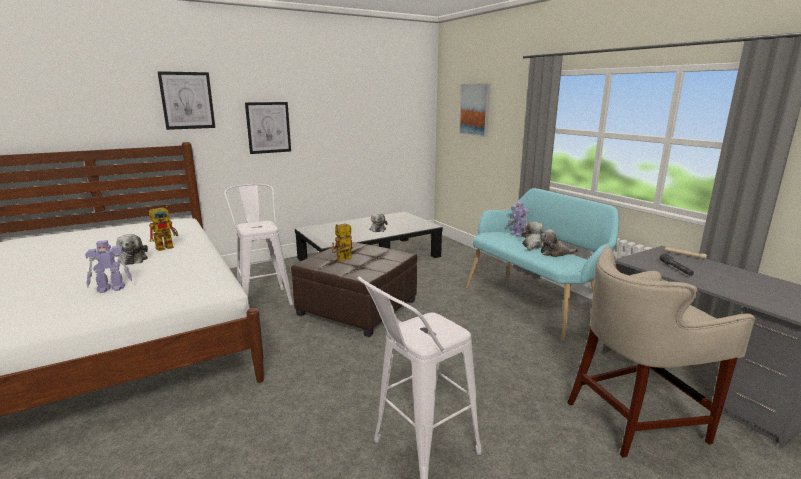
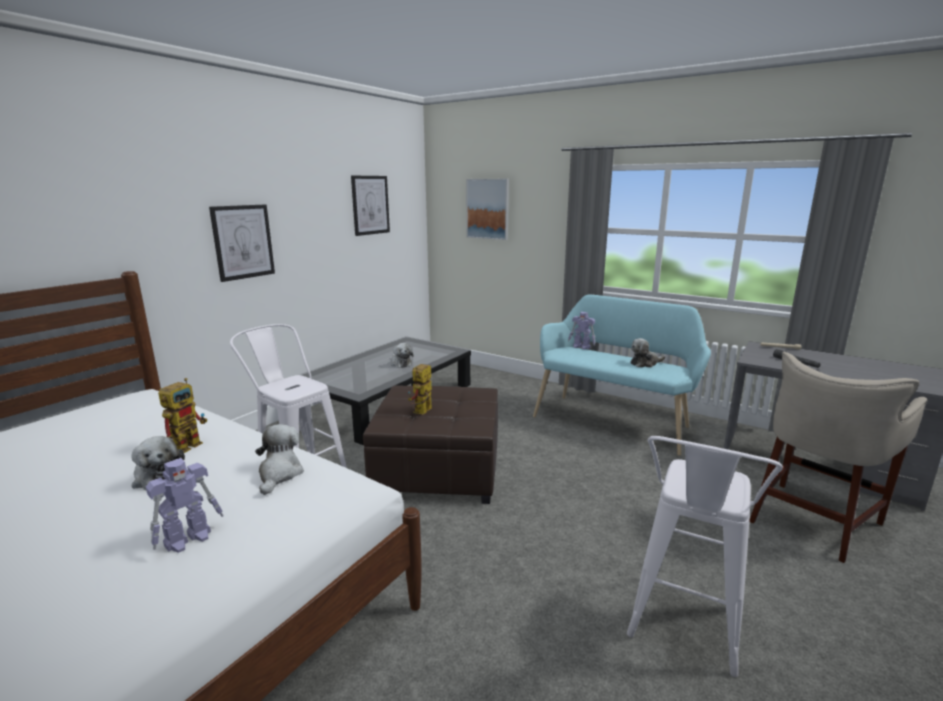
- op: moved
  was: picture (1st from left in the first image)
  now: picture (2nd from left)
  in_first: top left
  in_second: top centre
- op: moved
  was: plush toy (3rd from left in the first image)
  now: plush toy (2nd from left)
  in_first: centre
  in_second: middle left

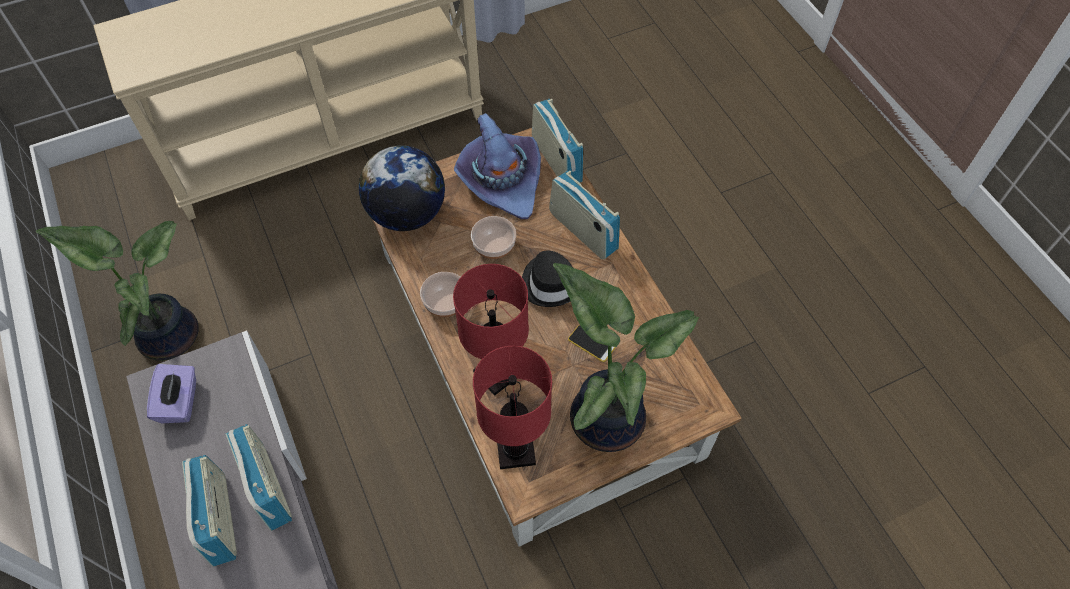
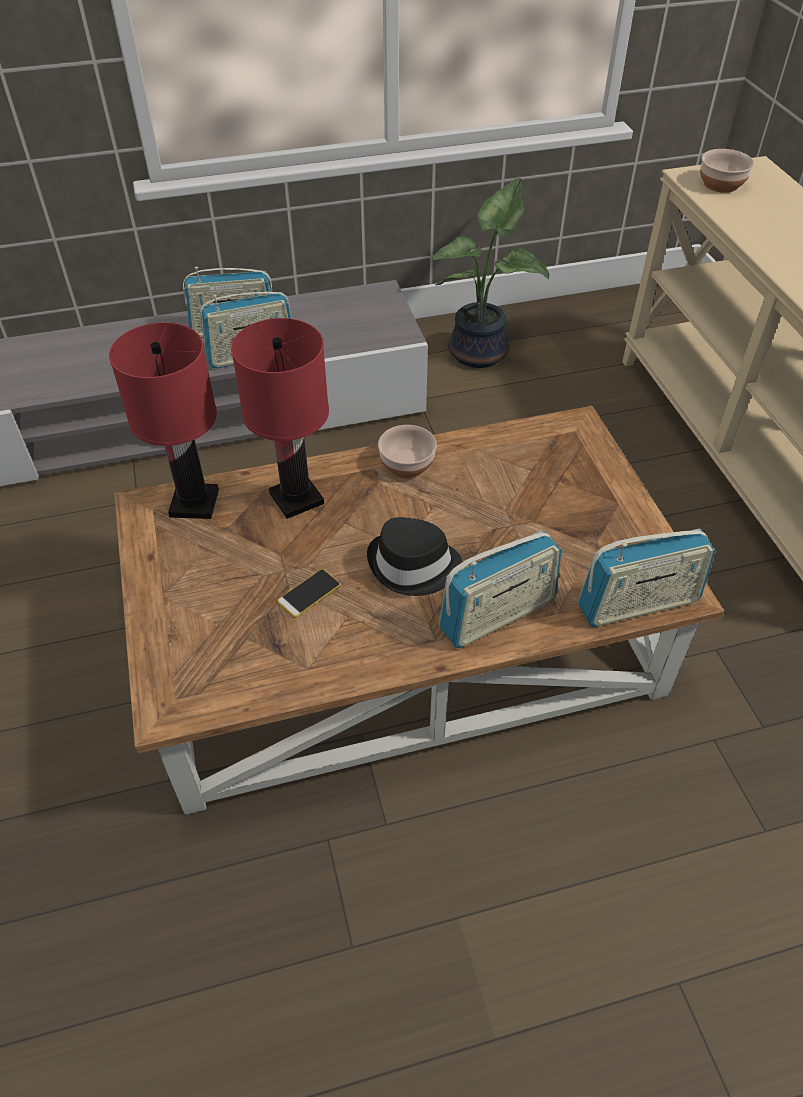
- op: removed
  was: purple tissue box
  in_first: bottom left
- op: removed
  was: globe
  in_first: top centre
- op: removed
  was: purple hat
  in_first: top centre
- op: moved
  was: bowl (2nd from left)
  in_first: centre
  in_second: top right
- op: removed
  was: potted plant (2nd from left)
  in_first: centre

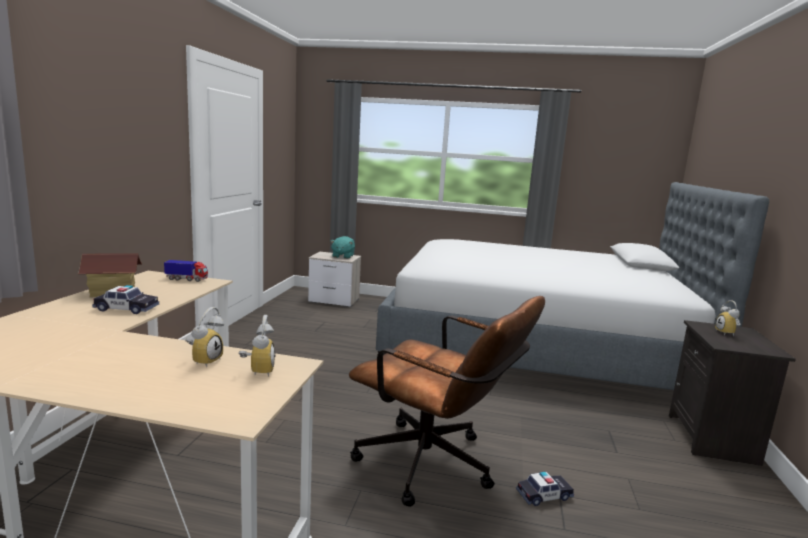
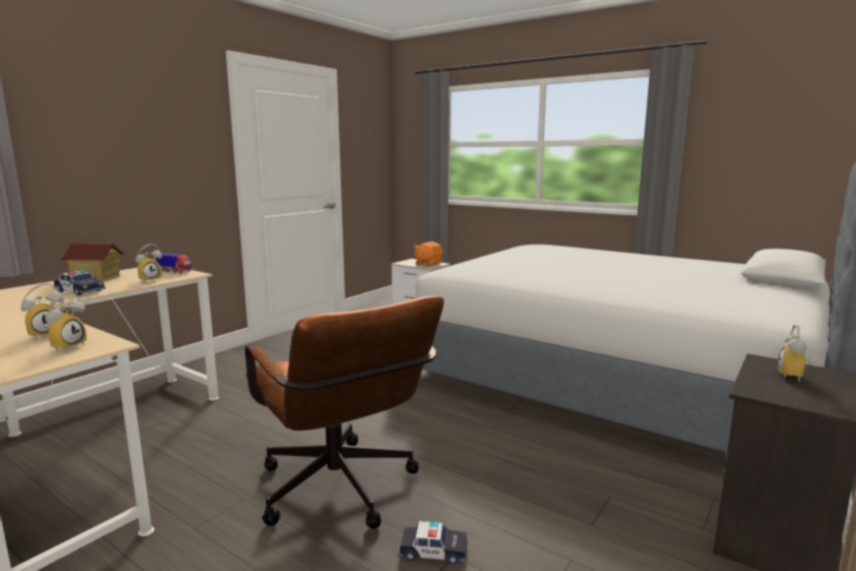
- op: recoloured
  was: turquoise plush toy
  now: orange plush toy
  in_first: centre
  in_second: centre
- op: added
  now: alarm clock (3rd from left)
  in_second: middle left

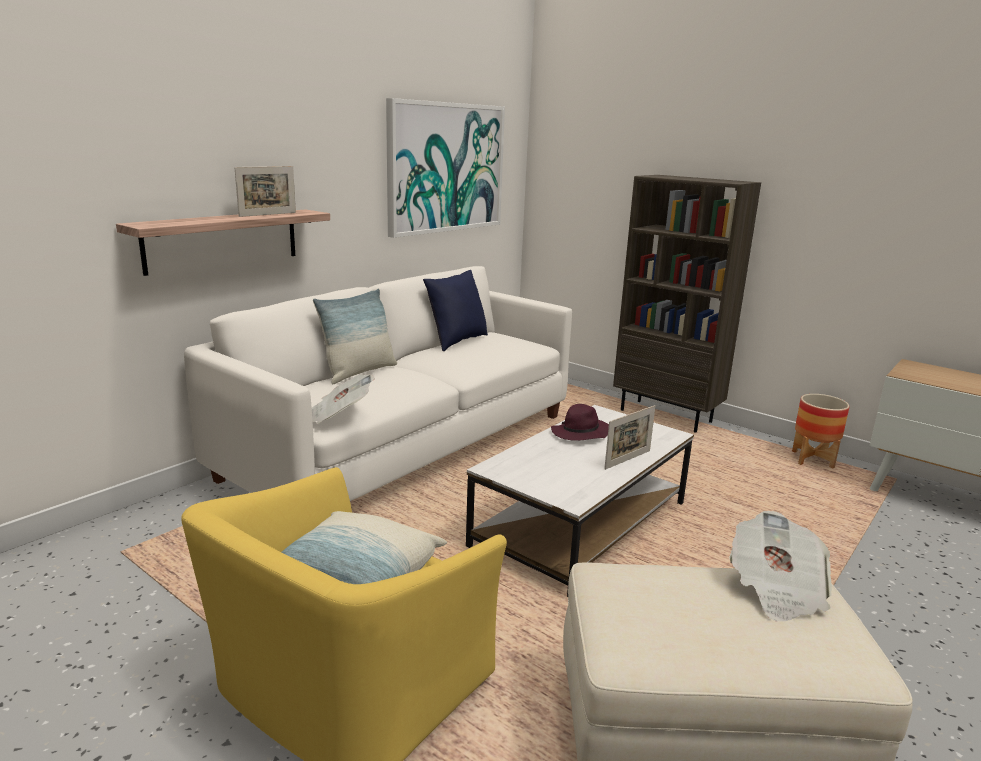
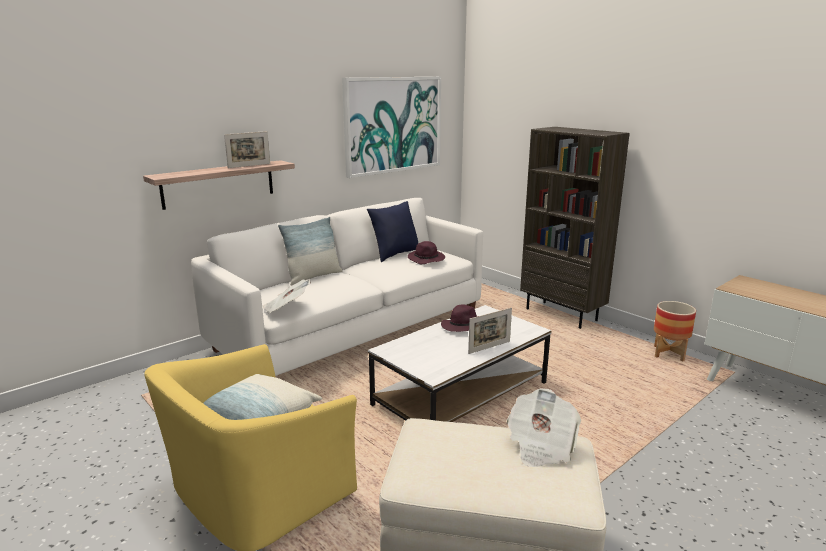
- op: added
  now: purple hat (1st from left)
  in_second: centre

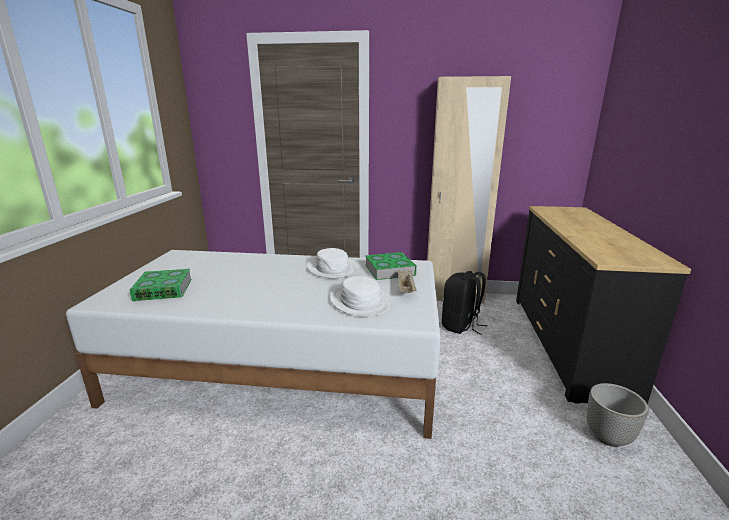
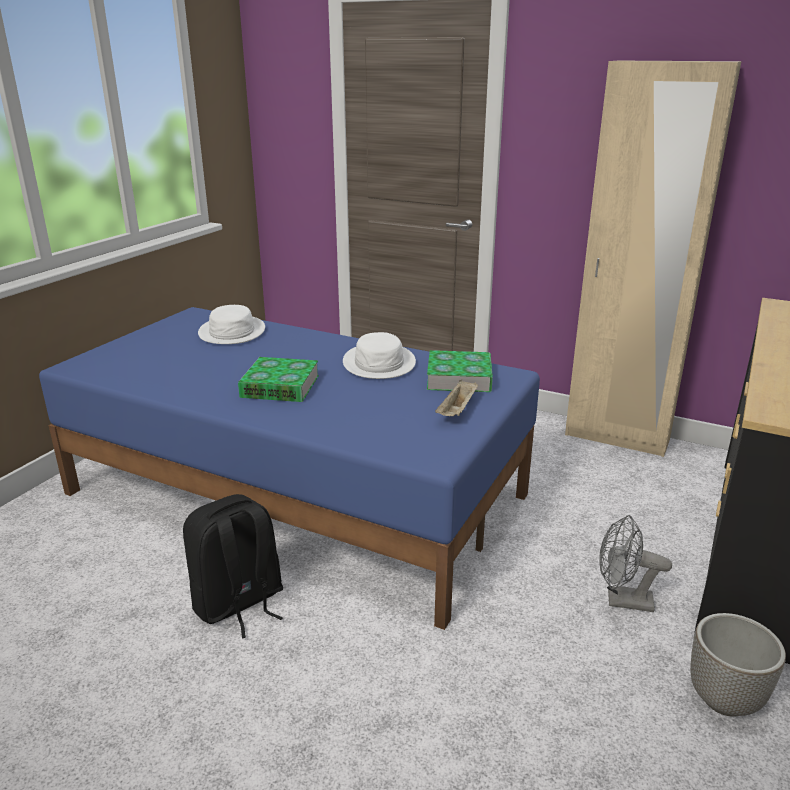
- op: recoloured
  was: white bed
  now: blue bed
  in_first: centre
  in_second: centre
- op: moved
  was: book (1st from left)
  in_first: middle left
  in_second: centre
- op: moved
  was: white hat (2nd from left in the first image)
  now: white hat (1st from left)
  in_first: centre
  in_second: middle left
- op: moved
  was: black backpack
  in_first: centre
  in_second: bottom left
- op: added
  now: grey fan
  in_second: bottom right

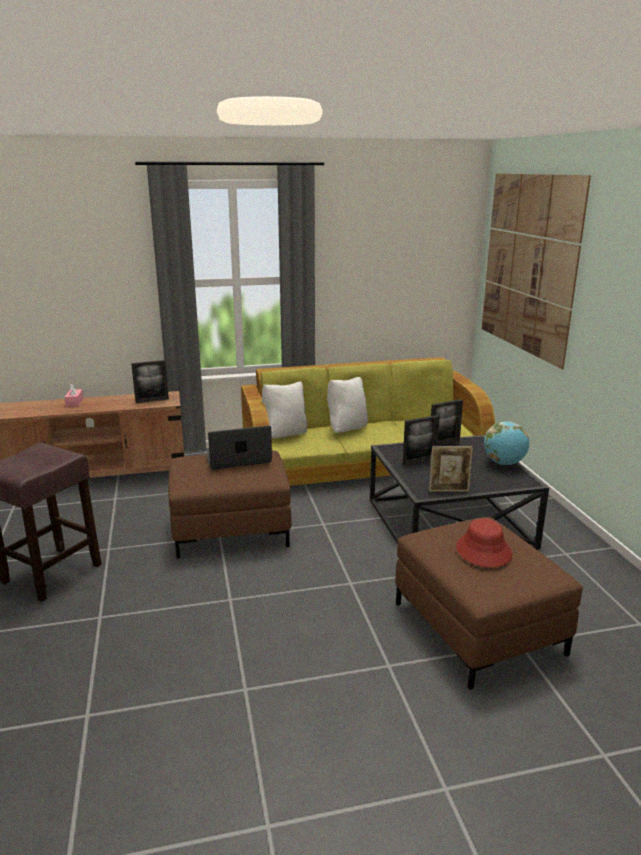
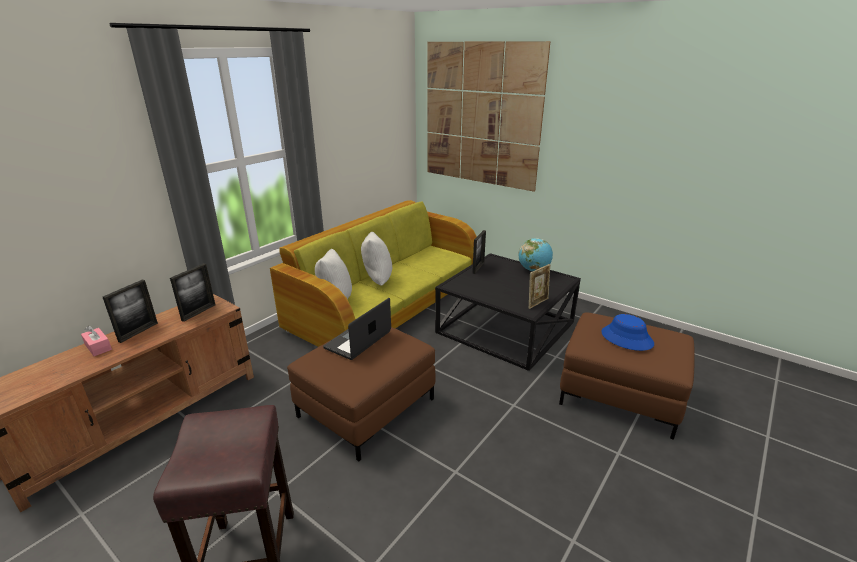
- op: moved
  was: picture frame (2nd from left in the first image)
  now: picture frame (1st from left)
  in_first: centre
  in_second: middle left
- op: recoloured
  was: red hat
  now: blue hat
  in_first: middle right
  in_second: middle right

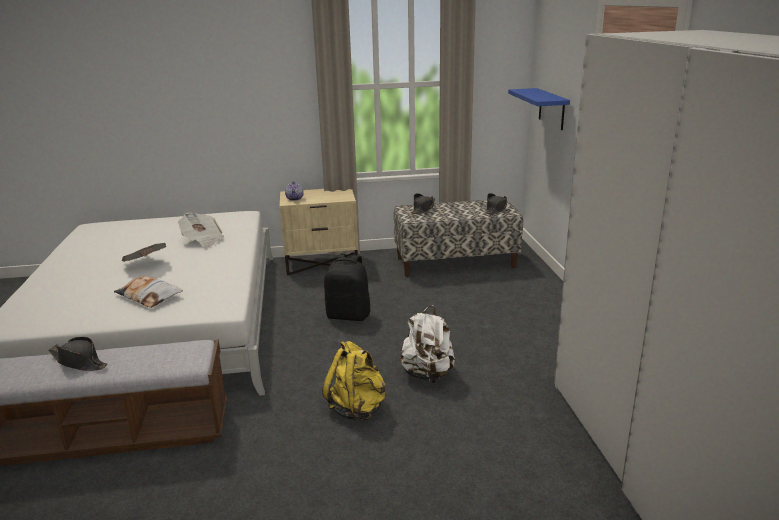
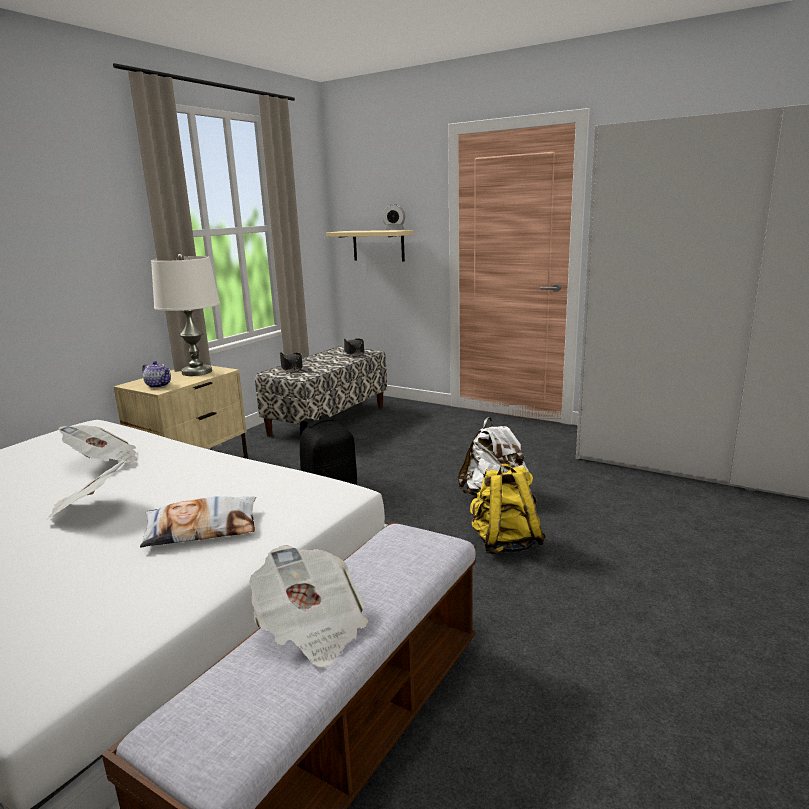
- op: replaced
  was: black hat (1st from left)
  now: newspaper (3rd from left)
  in_first: bottom left
  in_second: bottom centre
- op: recoloured
  was: blue shelf
  now: beige shelf
  in_first: top right
  in_second: top centre
- op: added
  now: white table lamp
  in_second: middle left
- op: added
  now: alarm clock
  in_second: top centre

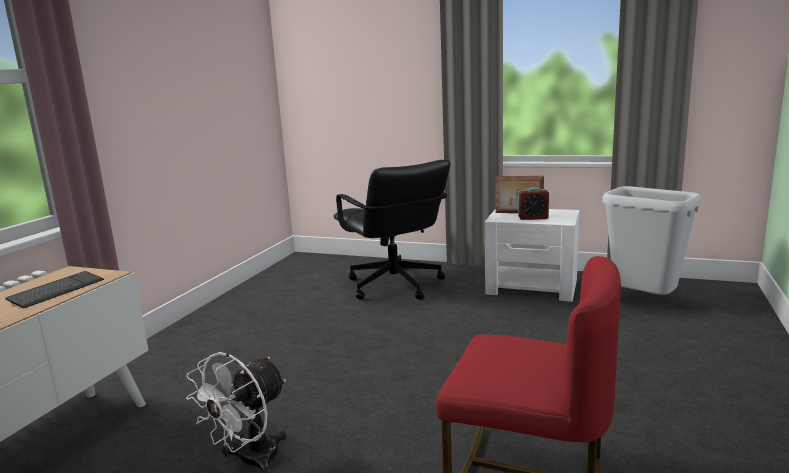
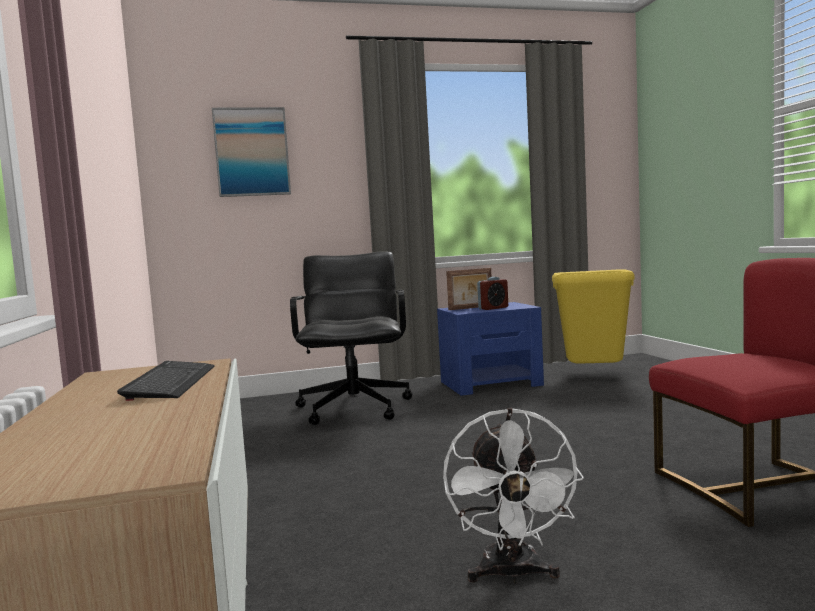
- op: turned
  was: black office chair
  in_first: centre
  in_second: centre
  clockwise: -120
- op: recoloured
  was: white nightstand
  now: blue nightstand
  in_first: middle right
  in_second: centre
- op: recoloured
  was: grey trash can
  now: yellow trash can
  in_first: middle right
  in_second: middle right
- op: added
  now: picture
  in_second: top left

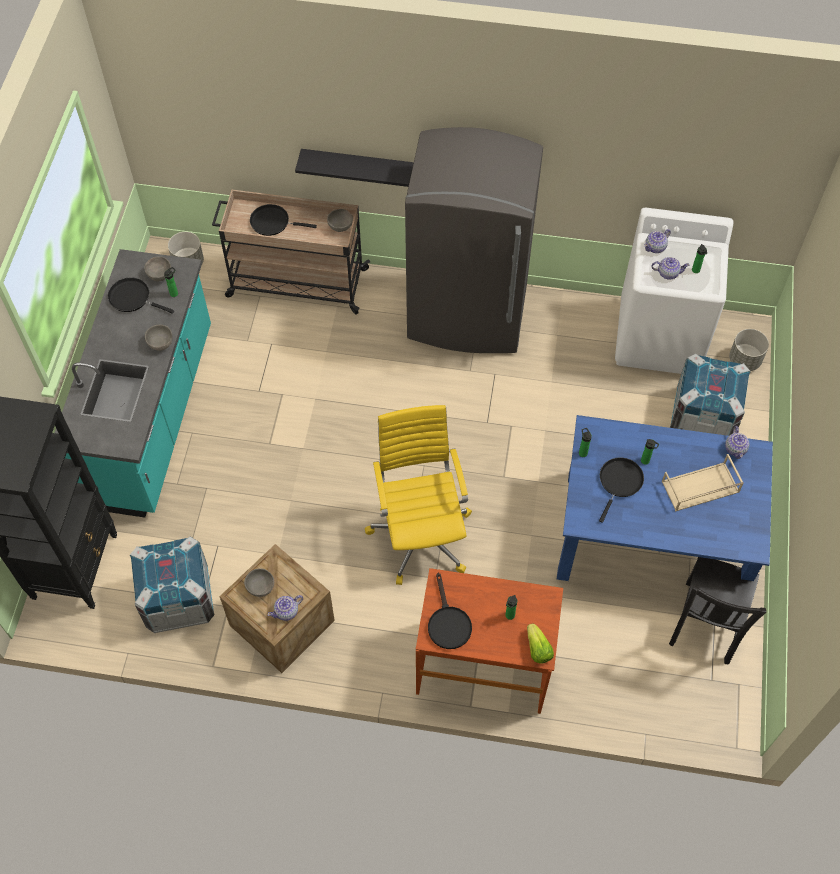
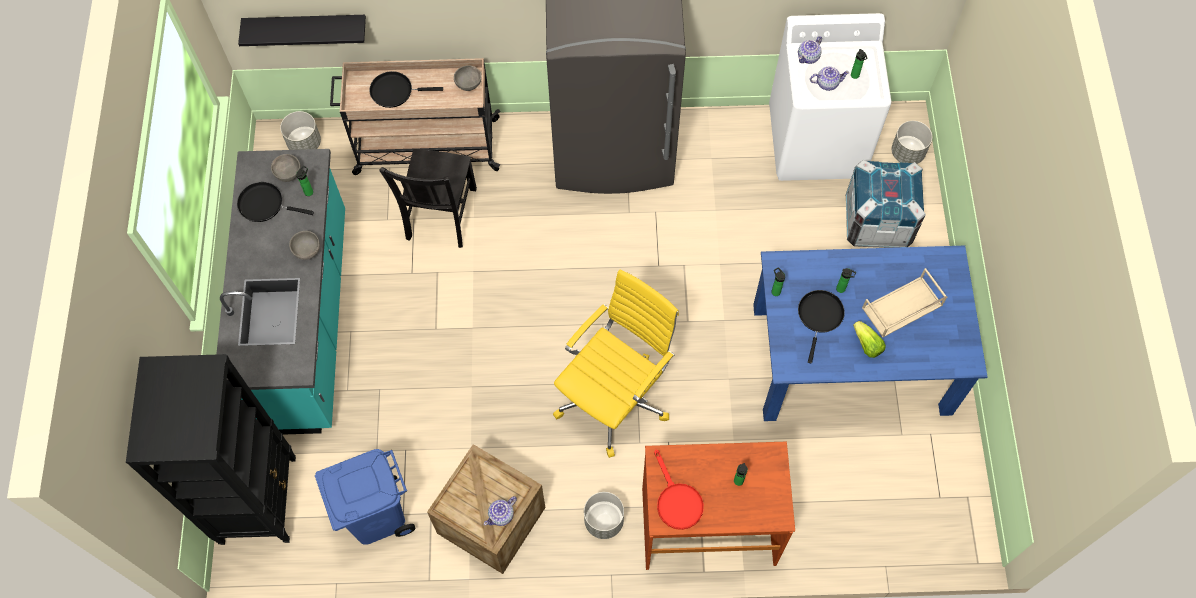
- op: replaced
  was: crate (1st from left)
  now: blue trash can
  in_first: bottom left
  in_second: bottom left
- op: removed
  was: grey bowl (3rd from left)
  in_first: middle left
- op: moved
  was: black shelf
  in_first: top centre
  in_second: top left
- op: turned
  was: yellow office chair
  in_first: centre
  in_second: centre
  clockwise: 60
- op: recoloured
  was: black frying pan (3rd from left)
  now: red frying pan
  in_first: bottom centre
  in_second: bottom centre
- op: moved
  was: lettuce
  in_first: bottom centre
  in_second: middle right
- op: moved
  was: black chair
  in_first: bottom right
  in_second: top centre
- op: removed
  was: teapot (4th from left)
  in_first: middle right
- op: added
  now: grey planter (2nd from left)
  in_second: bottom centre

